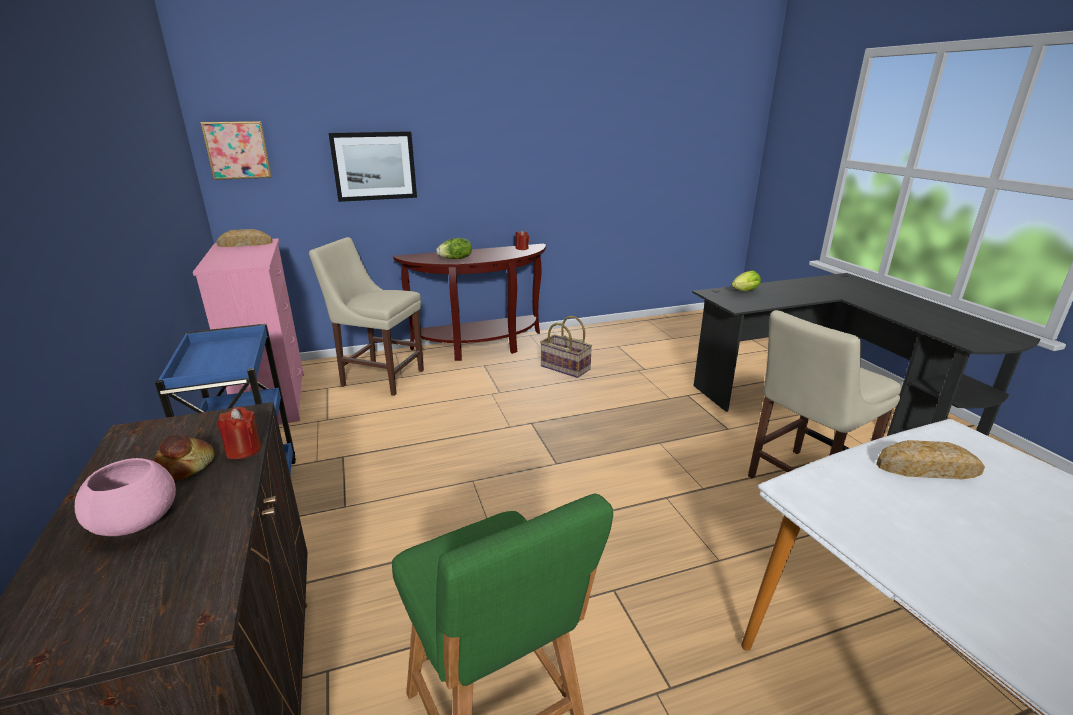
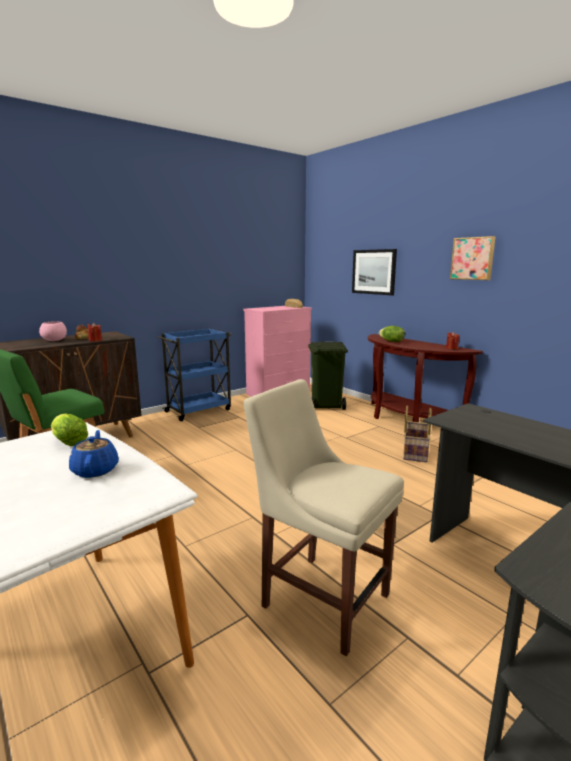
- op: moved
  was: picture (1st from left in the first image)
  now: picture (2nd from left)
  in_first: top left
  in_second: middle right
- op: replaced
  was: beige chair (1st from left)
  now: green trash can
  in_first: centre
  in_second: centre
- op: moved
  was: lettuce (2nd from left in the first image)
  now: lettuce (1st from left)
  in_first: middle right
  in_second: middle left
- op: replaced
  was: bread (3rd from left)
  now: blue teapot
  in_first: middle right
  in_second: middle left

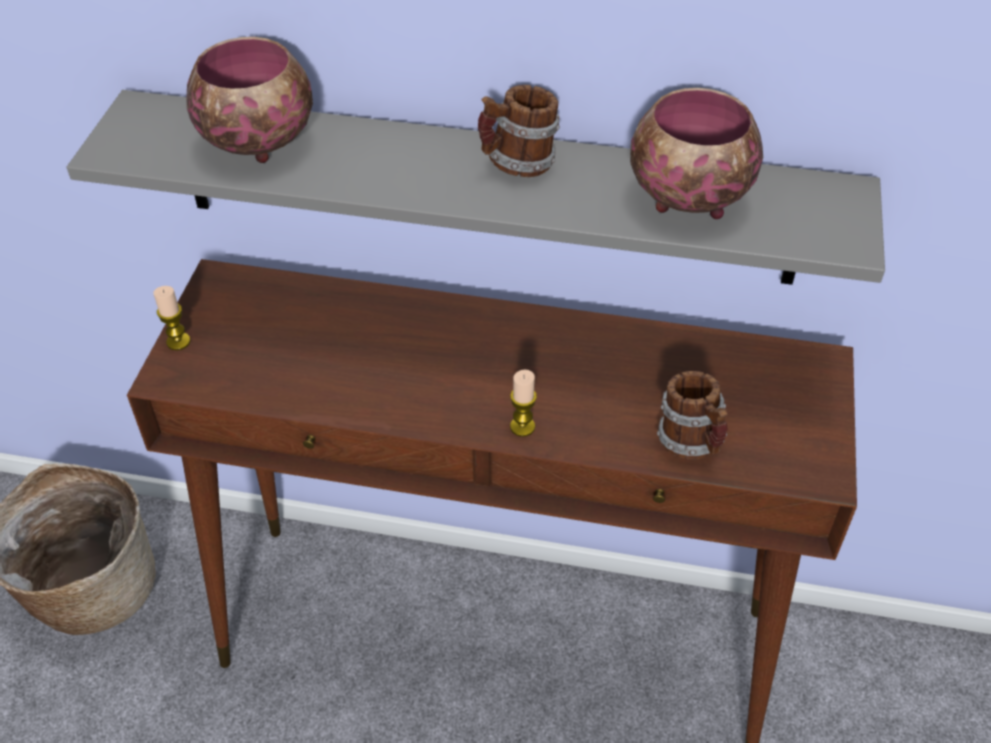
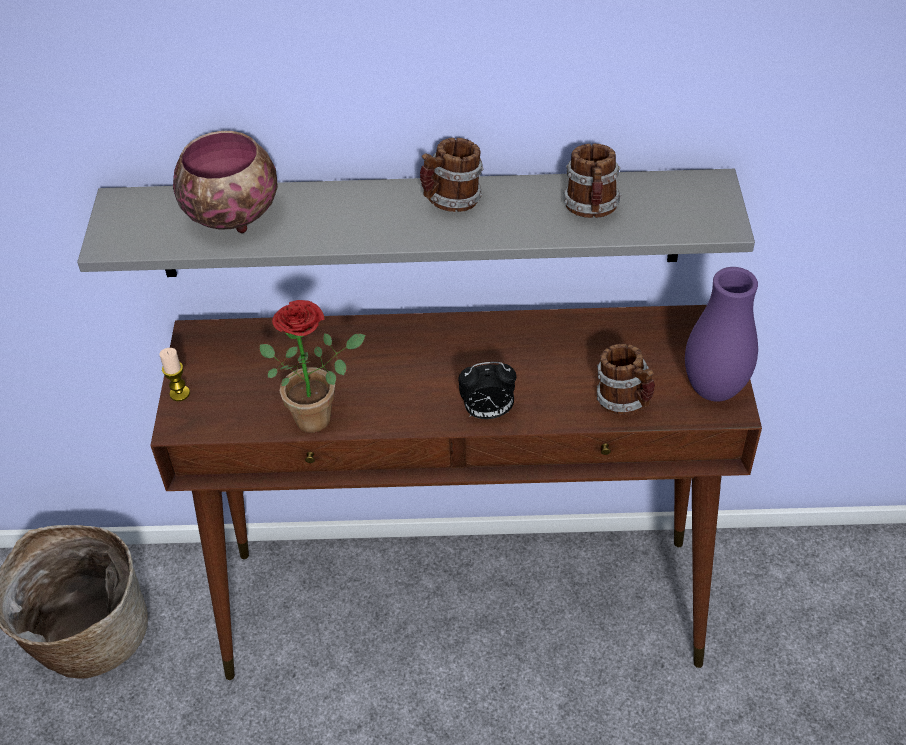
- op: replaced
  was: candle (2nd from left)
  now: alarm clock
  in_first: centre
  in_second: centre
- op: replaced
  was: bowl (2nd from left)
  now: mug (2nd from left)
  in_first: top right
  in_second: top centre
- op: added
  now: potted plant
  in_second: centre
- op: added
  now: purple vase
  in_second: middle right

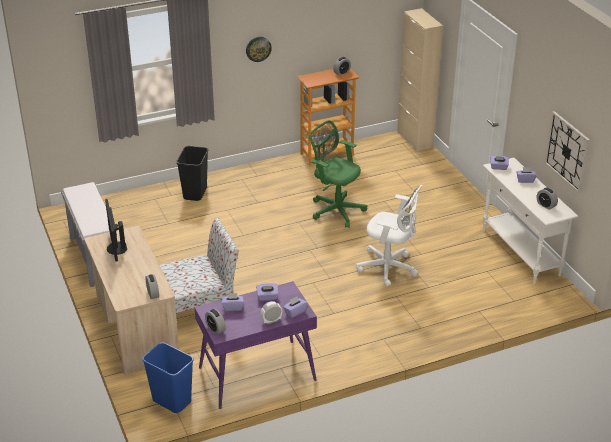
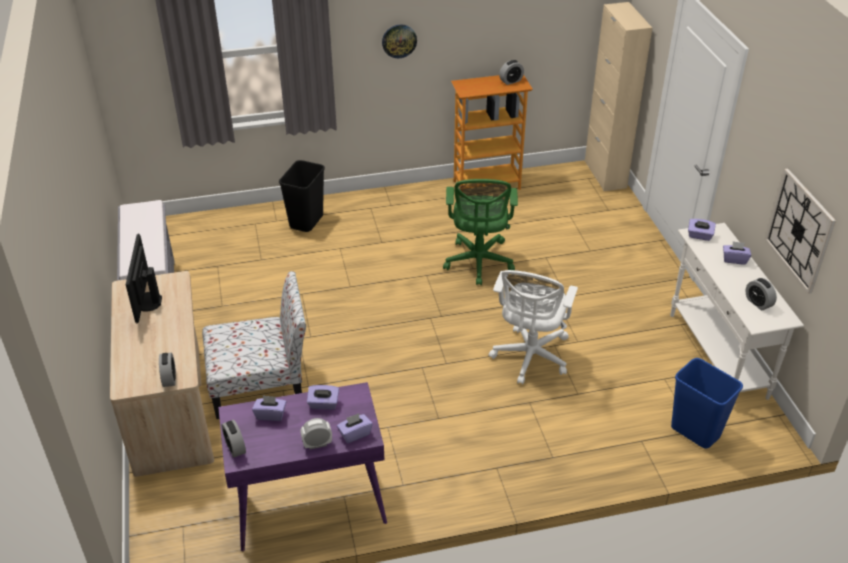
- op: moved
  was: blue trash can
  in_first: bottom left
  in_second: bottom right
- op: turned
  was: green office chair
  in_first: centre
  in_second: centre
  clockwise: -135
- op: turned
  was: white office chair
  in_first: centre
  in_second: centre
  clockwise: 75

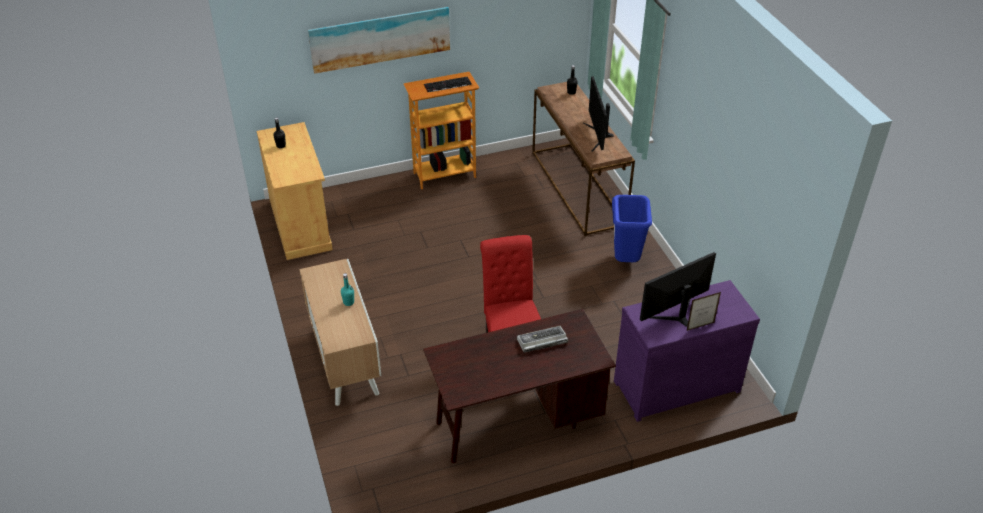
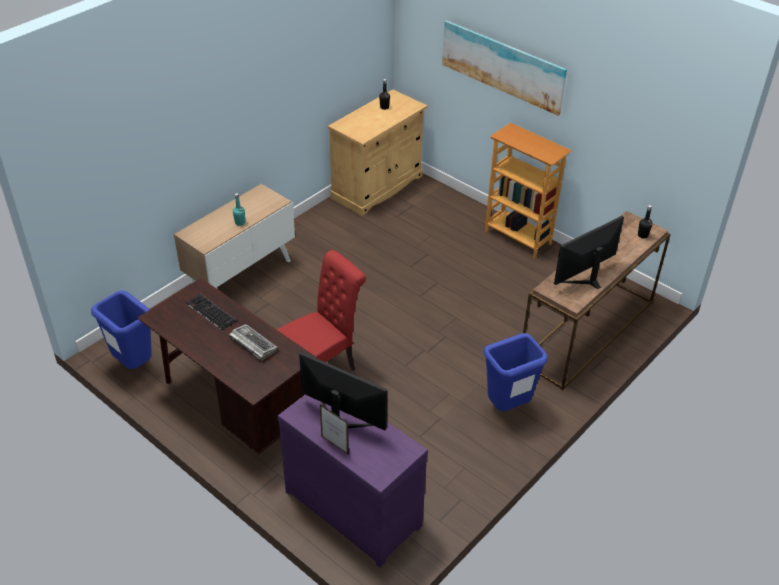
- op: moved
  was: keyboard (1st from left)
  in_first: top centre
  in_second: middle left
- op: added
  now: blue trash can (1st from left)
  in_second: middle left

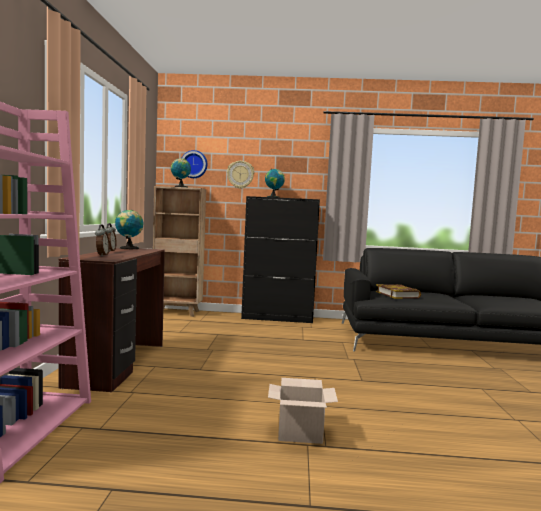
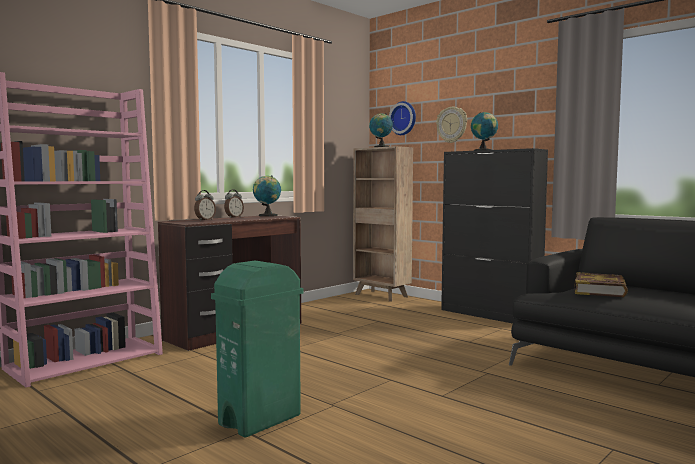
- op: replaced
  was: cardboard box
  now: green trash can
  in_first: bottom centre
  in_second: bottom centre

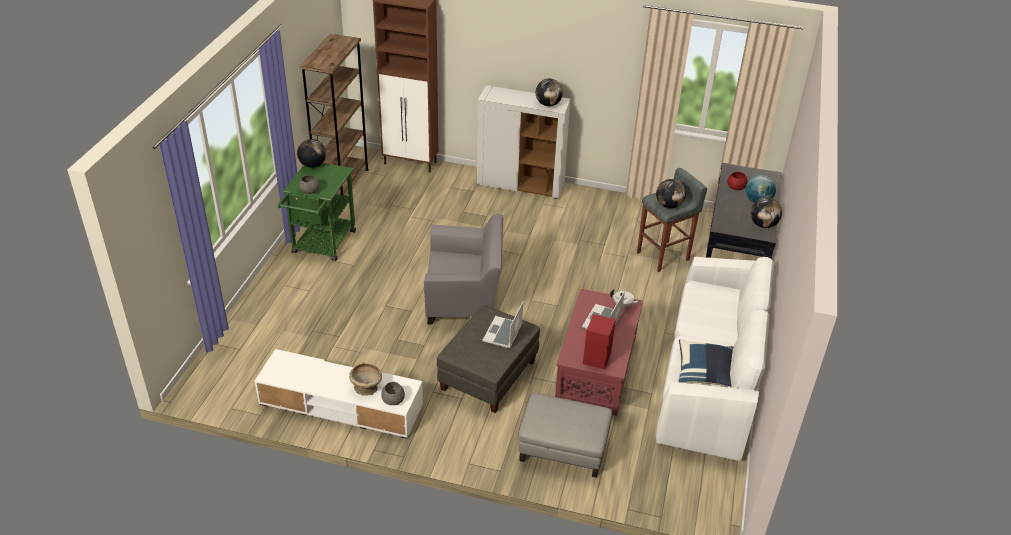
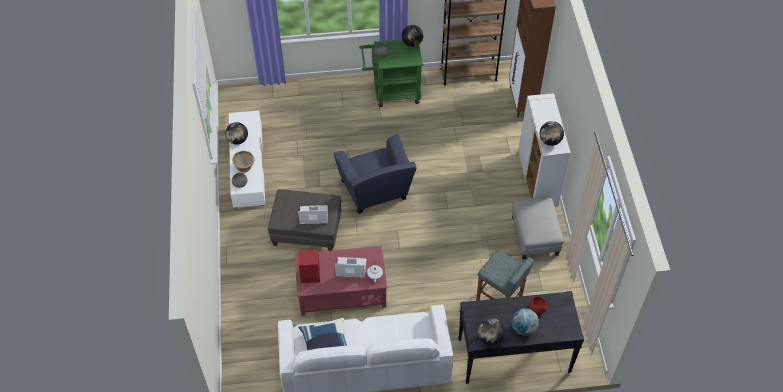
- op: recoloured
  was: grey armchair
  now: blue armchair
  in_first: centre
  in_second: centre
- op: moved
  was: grey ottoman (2nd from left)
  in_first: bottom centre
  in_second: middle right
- op: moved
  was: globe (3rd from left in the first image)
  now: globe (1st from left)
  in_first: centre
  in_second: middle left

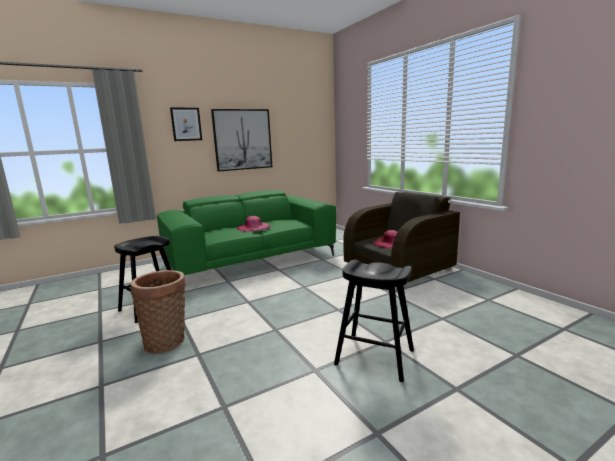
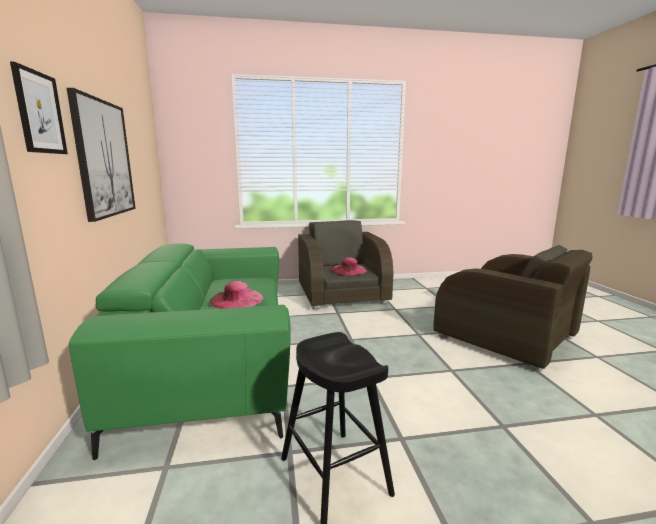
- op: removed
  was: basket
  in_first: bottom left
- op: replaced
  was: black stool (2nd from left)
  now: brown armchair (2nd from left)
  in_first: bottom centre
  in_second: middle right

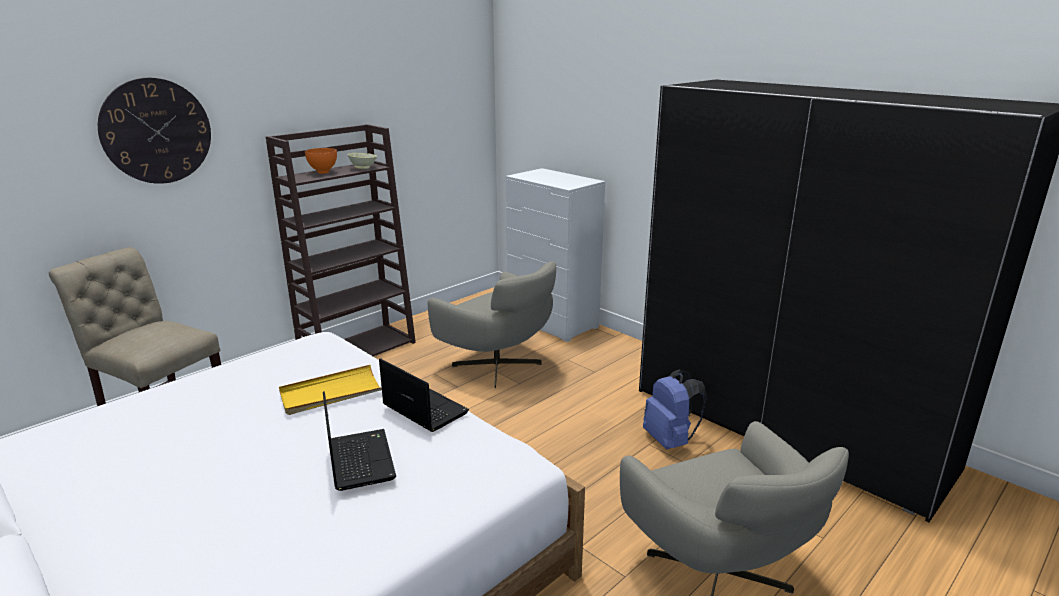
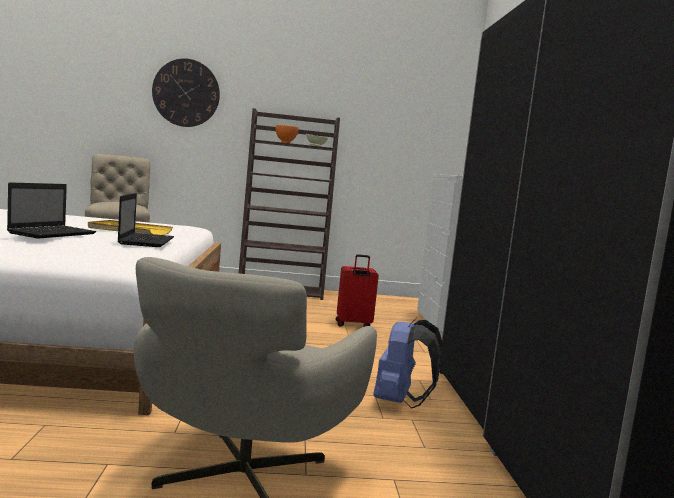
- op: replaced
  was: grey armchair (1st from left)
  now: red suitcase
  in_first: centre
  in_second: centre

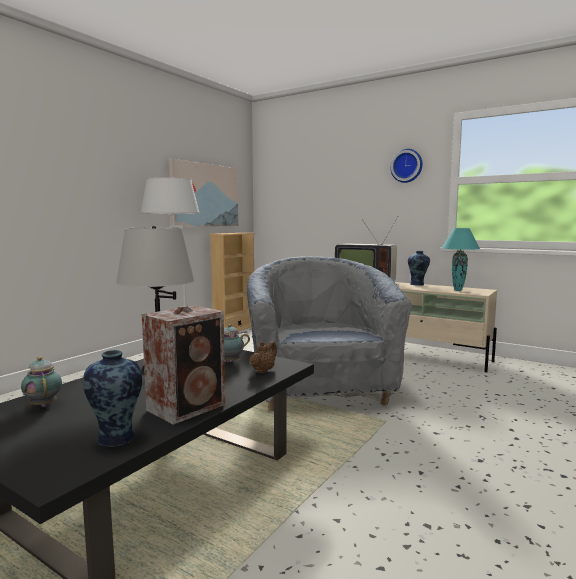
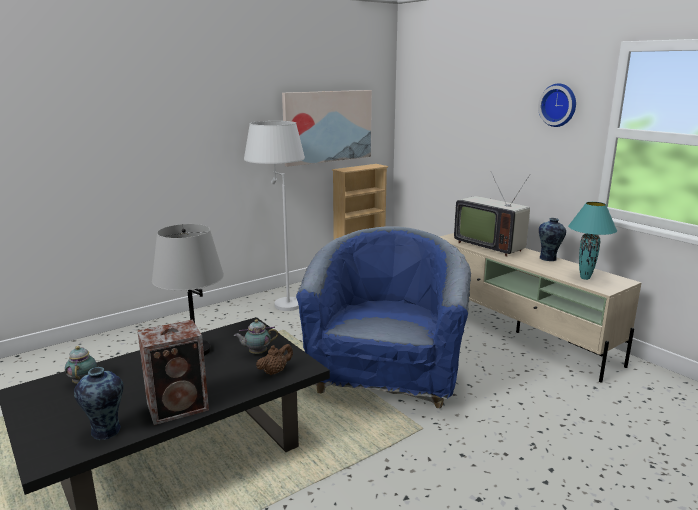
- op: recoloured
  was: grey armchair
  now: blue armchair
  in_first: centre
  in_second: centre

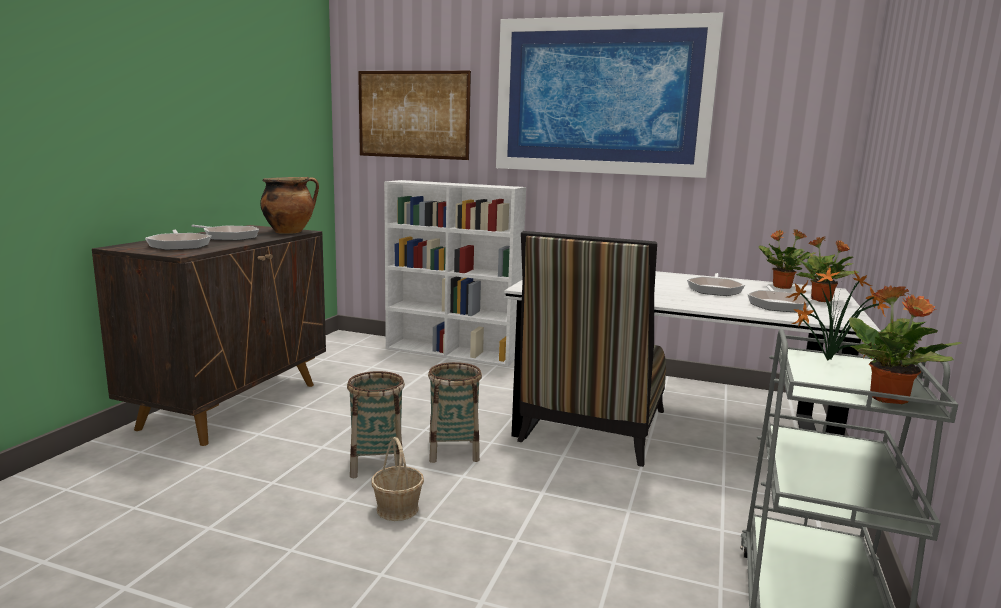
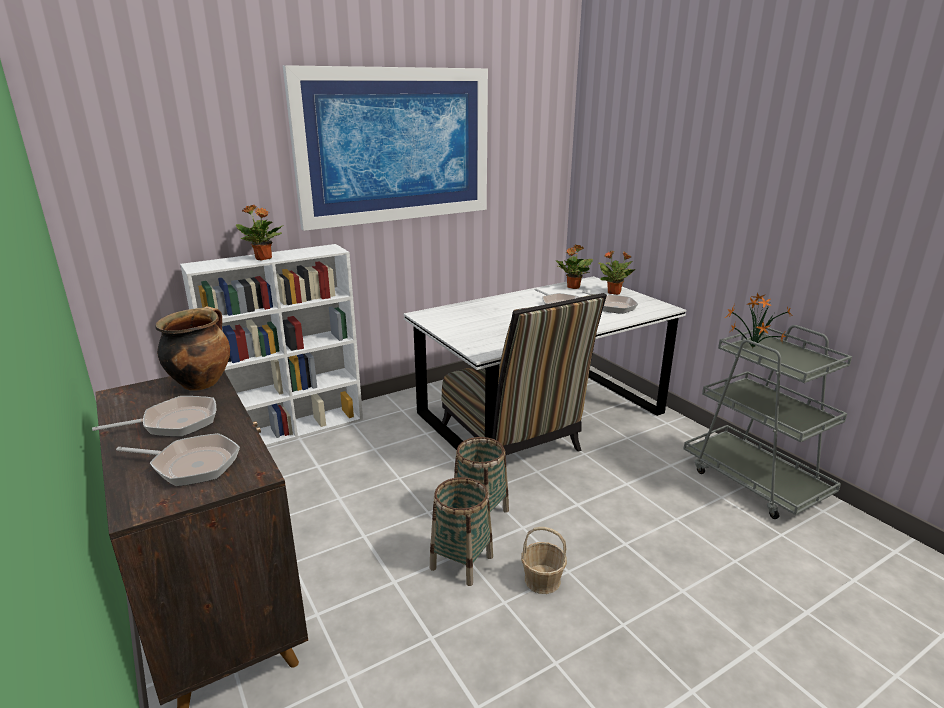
- op: removed
  was: picture (1st from left)
  in_first: top centre
- op: moved
  was: potted plant (4th from left in the first image)
  now: potted plant (1st from left)
  in_first: middle right
  in_second: top left

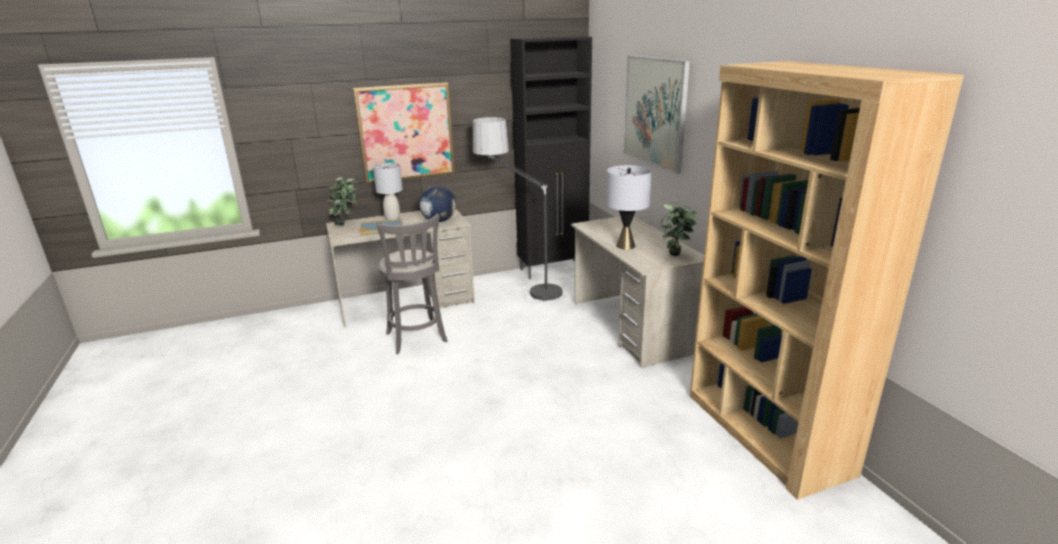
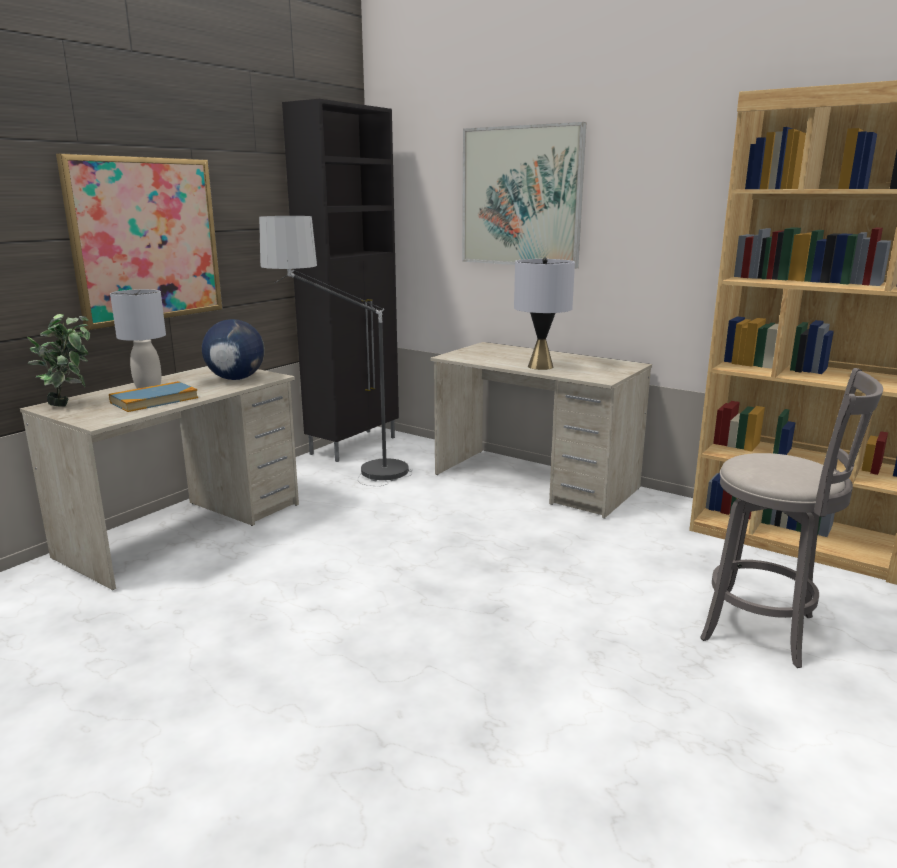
- op: moved
  was: grey stool
  in_first: centre
  in_second: middle right
- op: removed
  was: potted plant (2nd from left)
  in_first: centre

